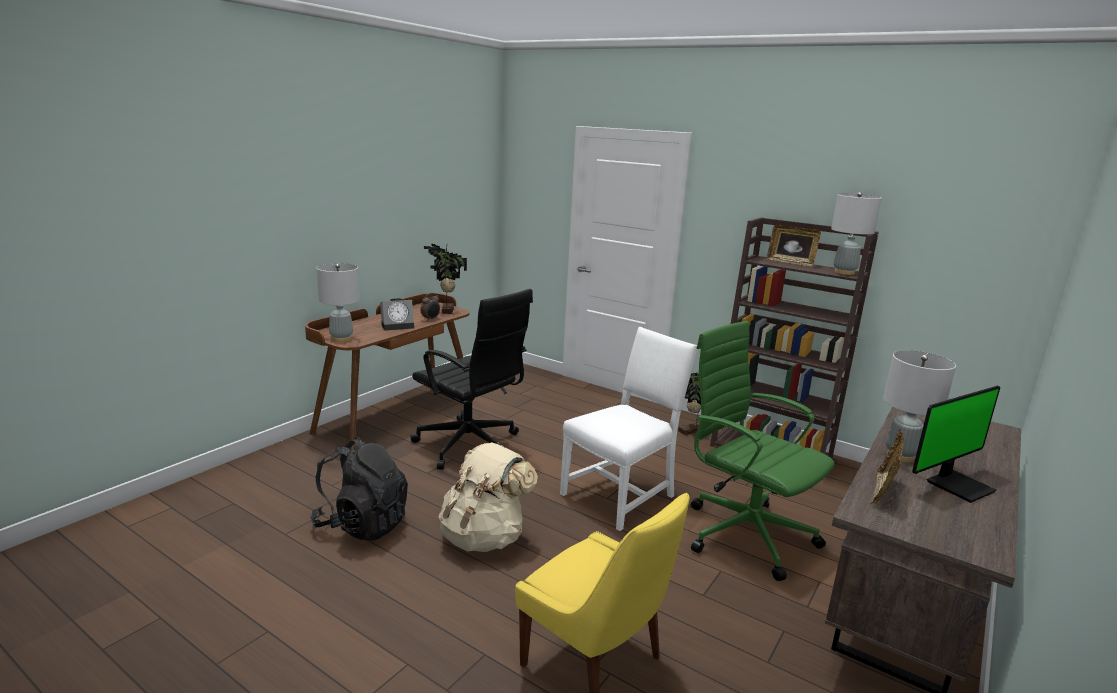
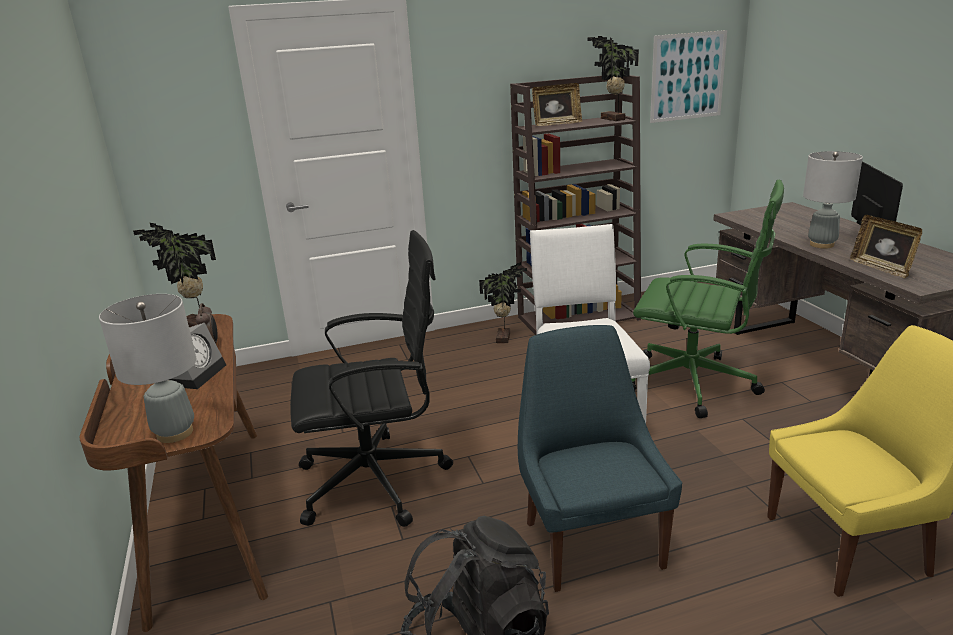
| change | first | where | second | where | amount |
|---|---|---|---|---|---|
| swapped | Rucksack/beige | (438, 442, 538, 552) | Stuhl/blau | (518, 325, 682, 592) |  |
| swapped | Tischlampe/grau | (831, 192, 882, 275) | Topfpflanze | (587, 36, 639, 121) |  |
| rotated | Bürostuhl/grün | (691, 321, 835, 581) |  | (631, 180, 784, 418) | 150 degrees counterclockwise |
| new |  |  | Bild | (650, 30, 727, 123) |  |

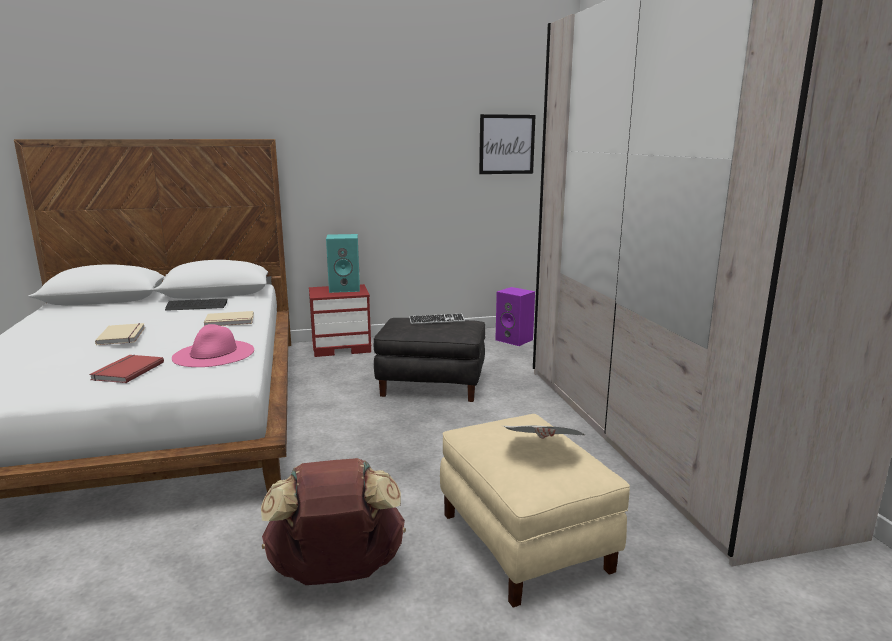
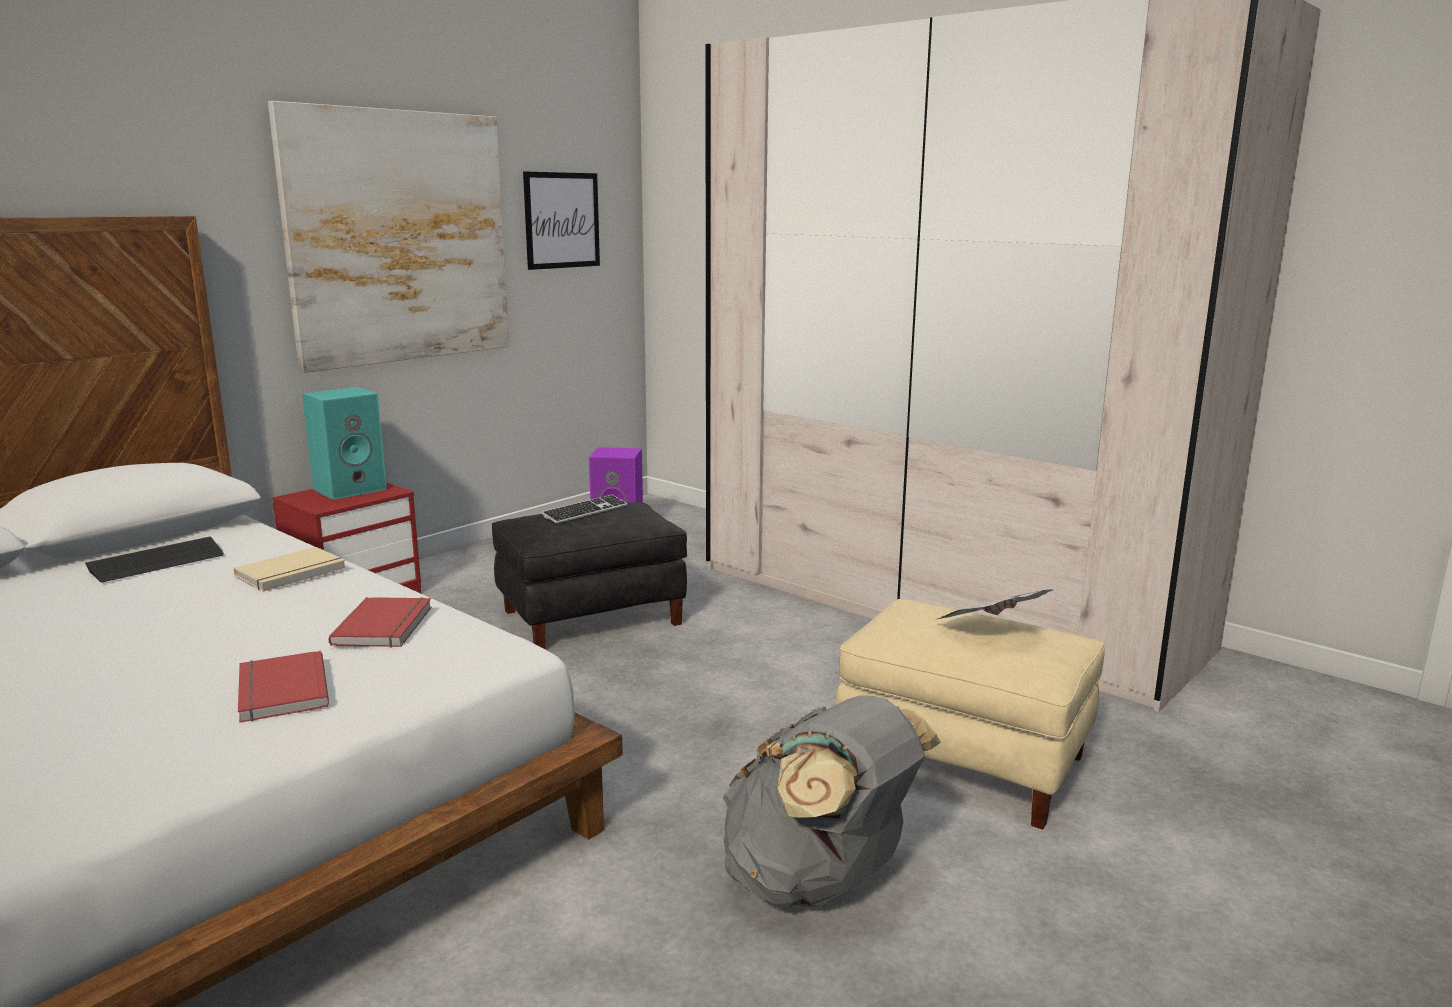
| change | first | where | second | where | amount |
|---|---|---|---|---|---|
| new |  |  | Bild | (268, 101, 509, 373) |  |
| swapped | Hut/rosa | (172, 324, 254, 367) | Buch/rot | (328, 597, 432, 647) |  |
| repainted | Rucksack/braun | (261, 458, 406, 585) | Rucksack/grau | (723, 695, 941, 907) |  |
| gone | Buch/beige | (95, 323, 145, 345) |  |  |  |

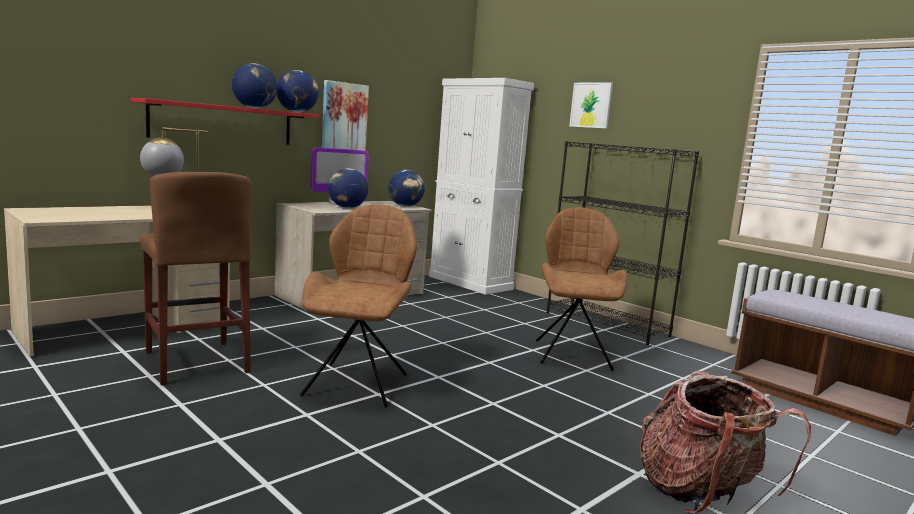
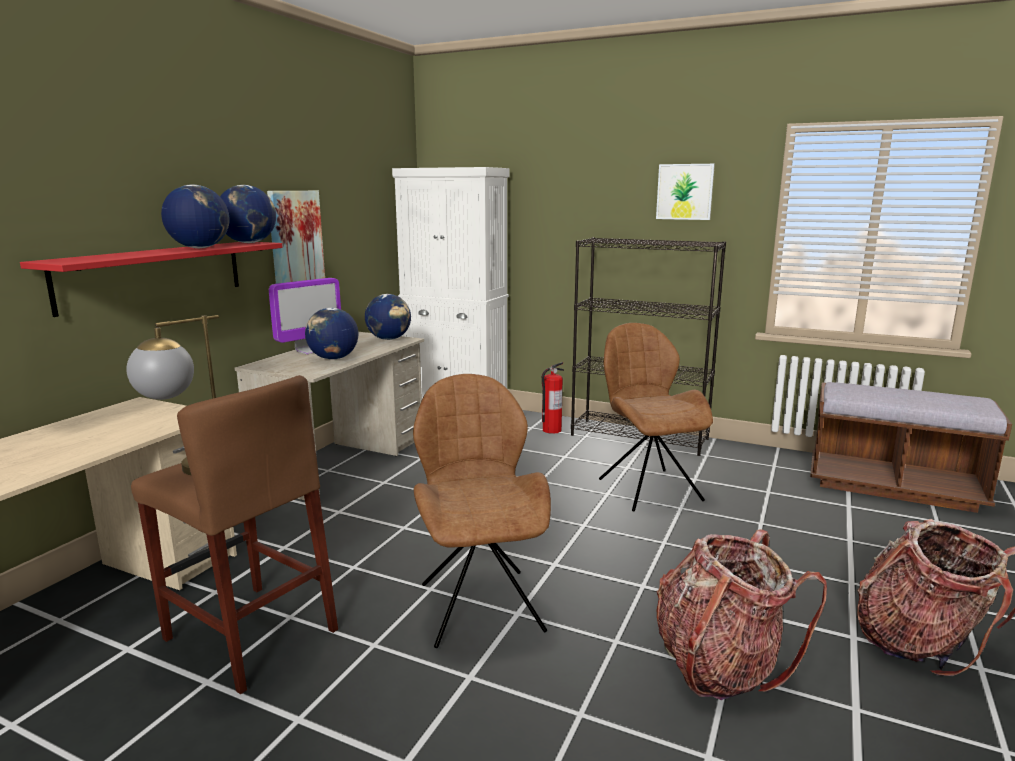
| change | first | where | second | where | amount |
|---|---|---|---|---|---|
| new |  |  | Feuerlöscher | (542, 362, 564, 434) |  |
| shifted | Bild | (569, 82, 613, 129) |  | (656, 164, 715, 220) |  |
| new |  |  | Rucksack | (656, 529, 827, 700) |  |

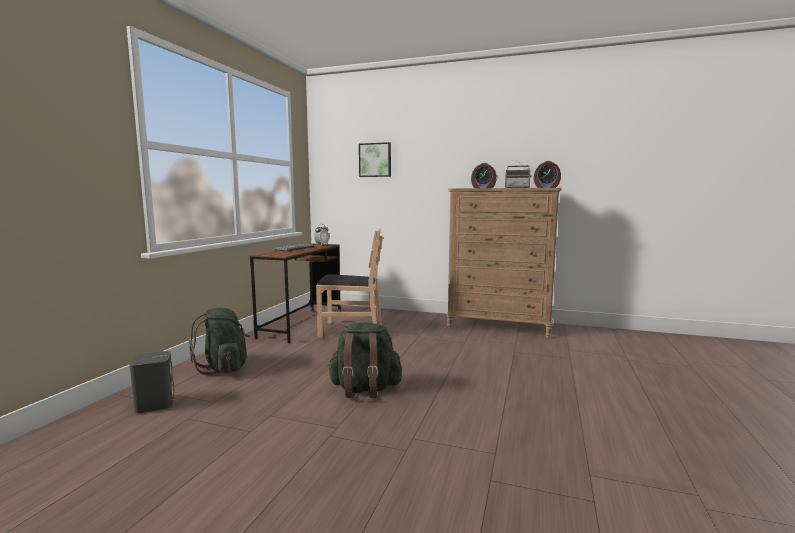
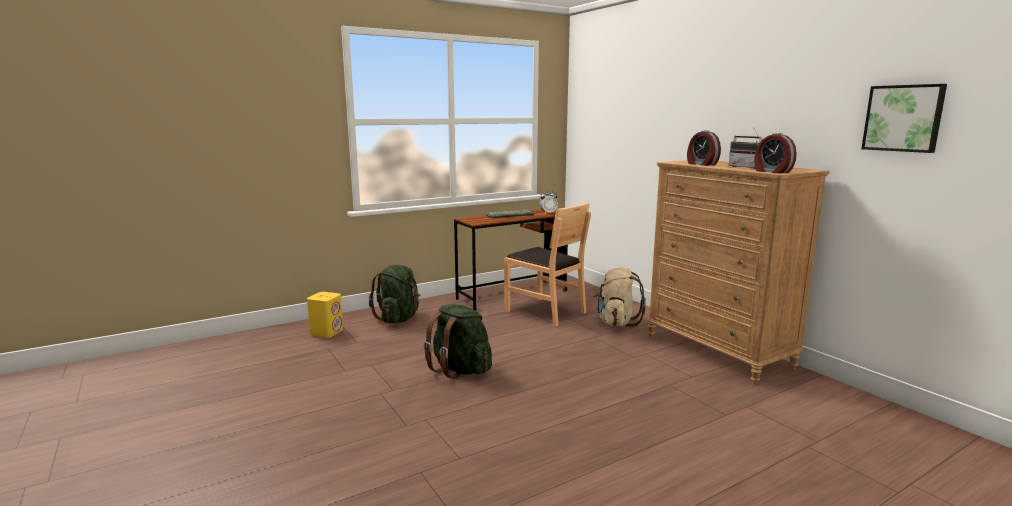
| change | first | where | second | where | amount |
|---|---|---|---|---|---|
| repainted | Lautsprecher/grau | (130, 351, 174, 413) | Lautsprecher/gelb | (307, 292, 343, 338) |  |
| new |  |  | Rucksack/beige | (593, 268, 646, 327) |  |
| shifted | Bild | (359, 142, 391, 177) |  | (861, 84, 947, 153) |  |

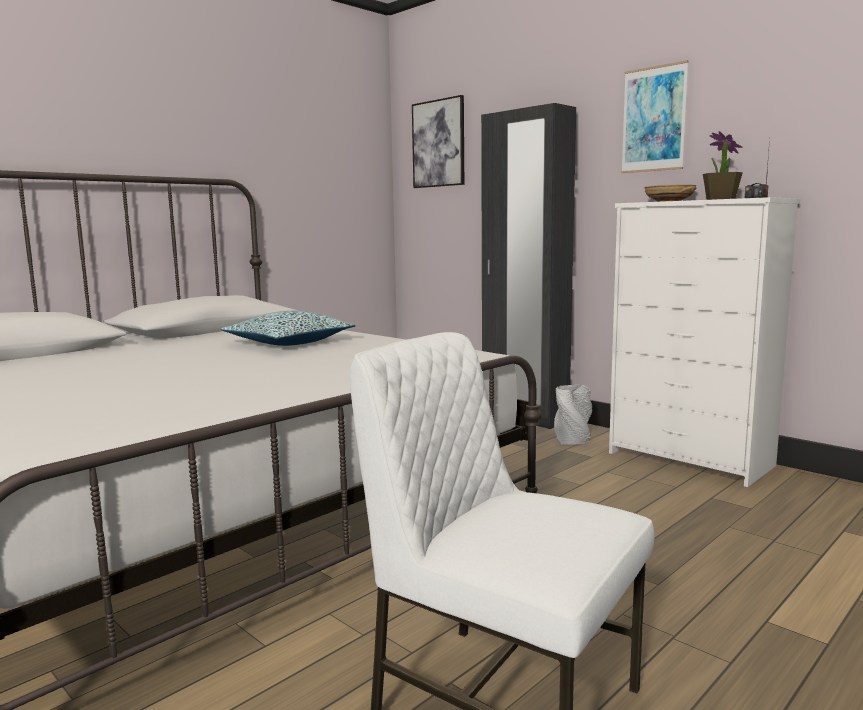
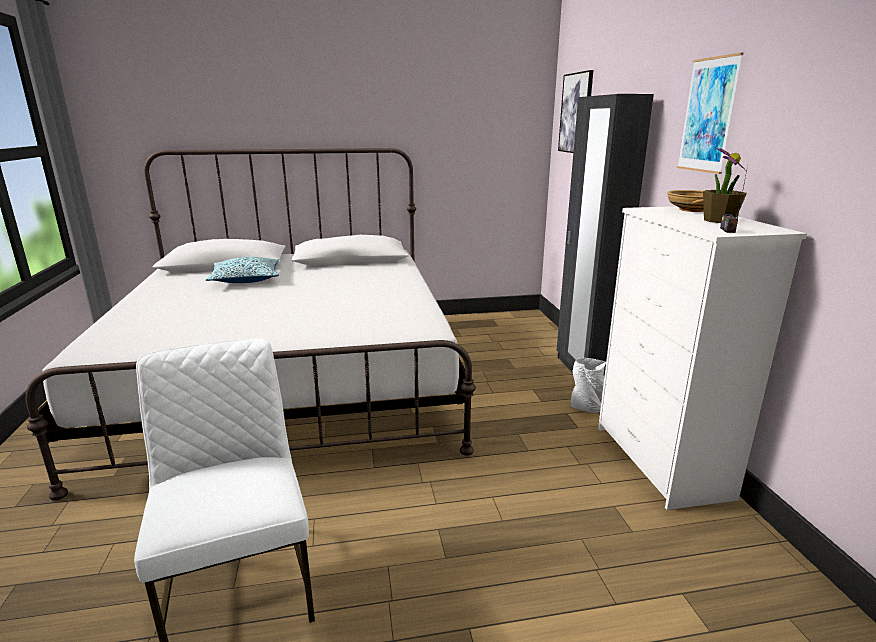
| change | first | where | second | where | amount |
|---|---|---|---|---|---|
| shifted | Kissen | (221, 311, 355, 346) |  | (205, 257, 280, 283) |  |

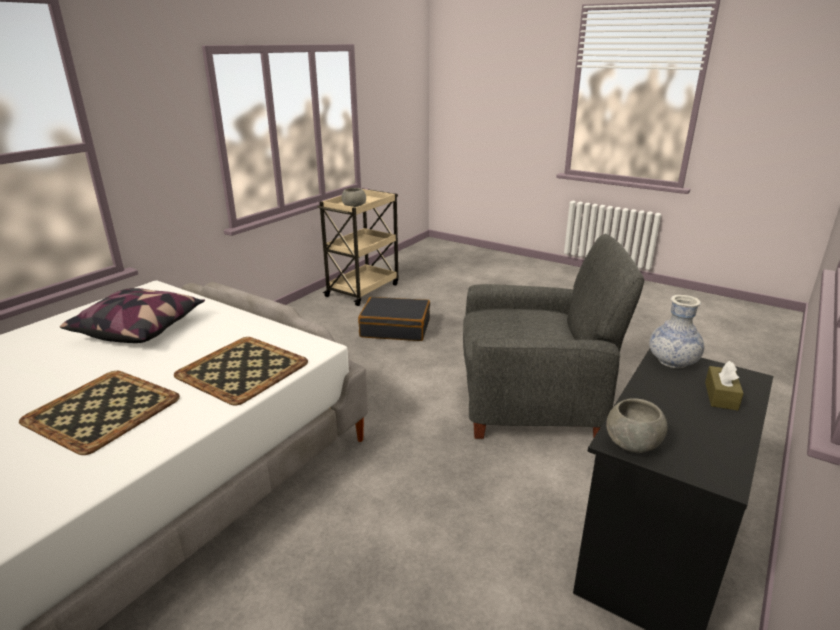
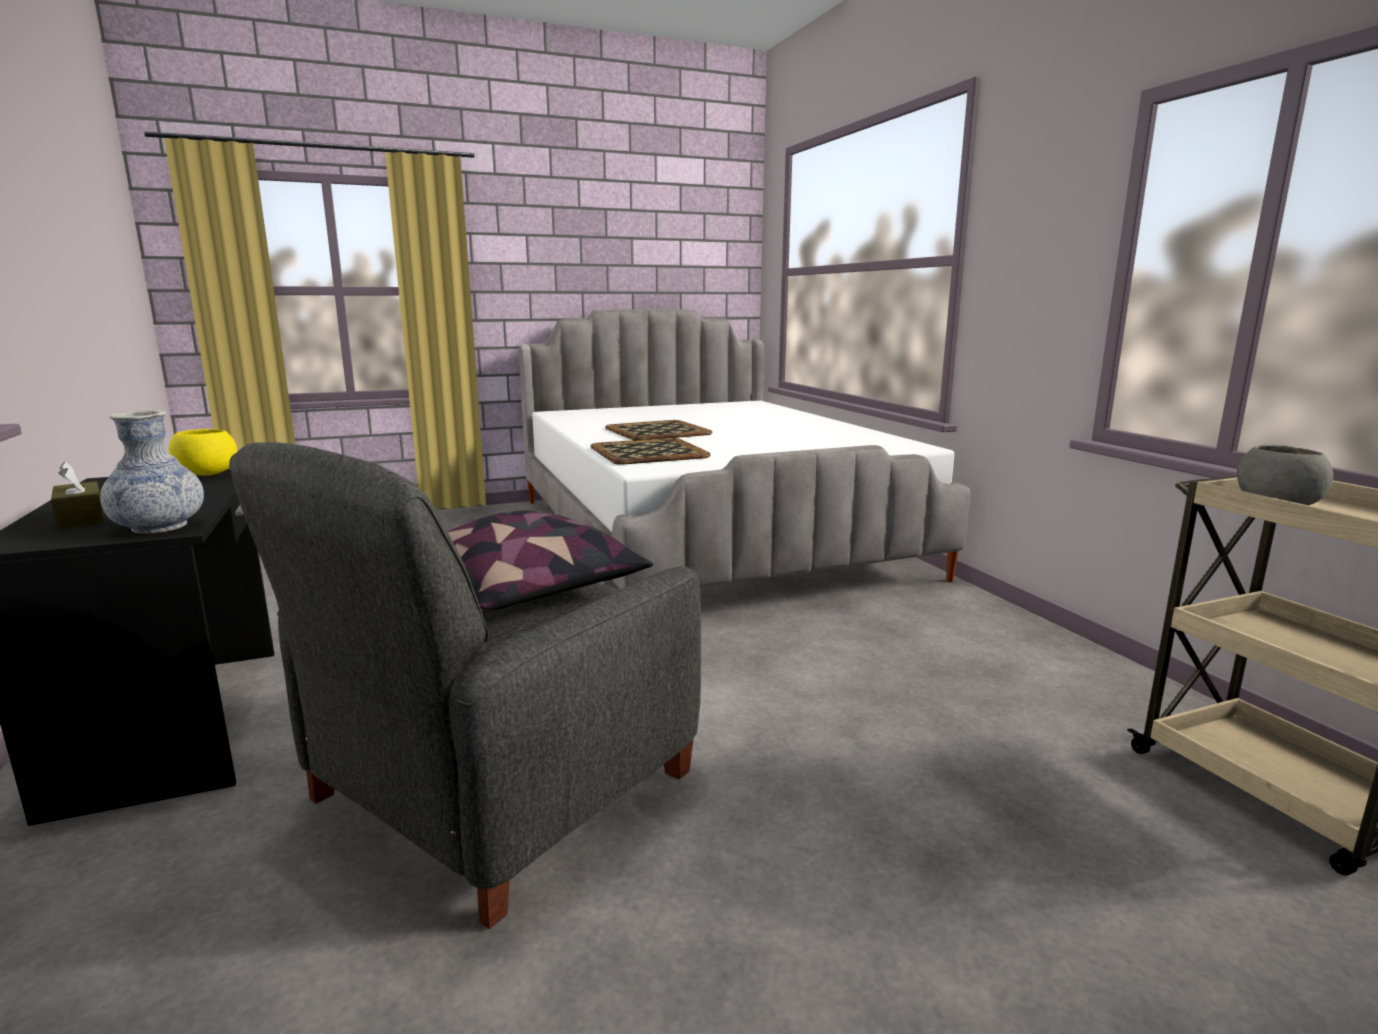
| change | first | where | second | where | amount |
|---|---|---|---|---|---|
| repainted | Schüssel/grau | (606, 398, 667, 453) | Schüssel/gelb | (169, 429, 238, 476) |  |
| shifted | Kissen | (60, 288, 205, 343) |  | (447, 510, 654, 610) |  |
| gone | Koffer/schwarz | (358, 297, 430, 341) |  |  |  |

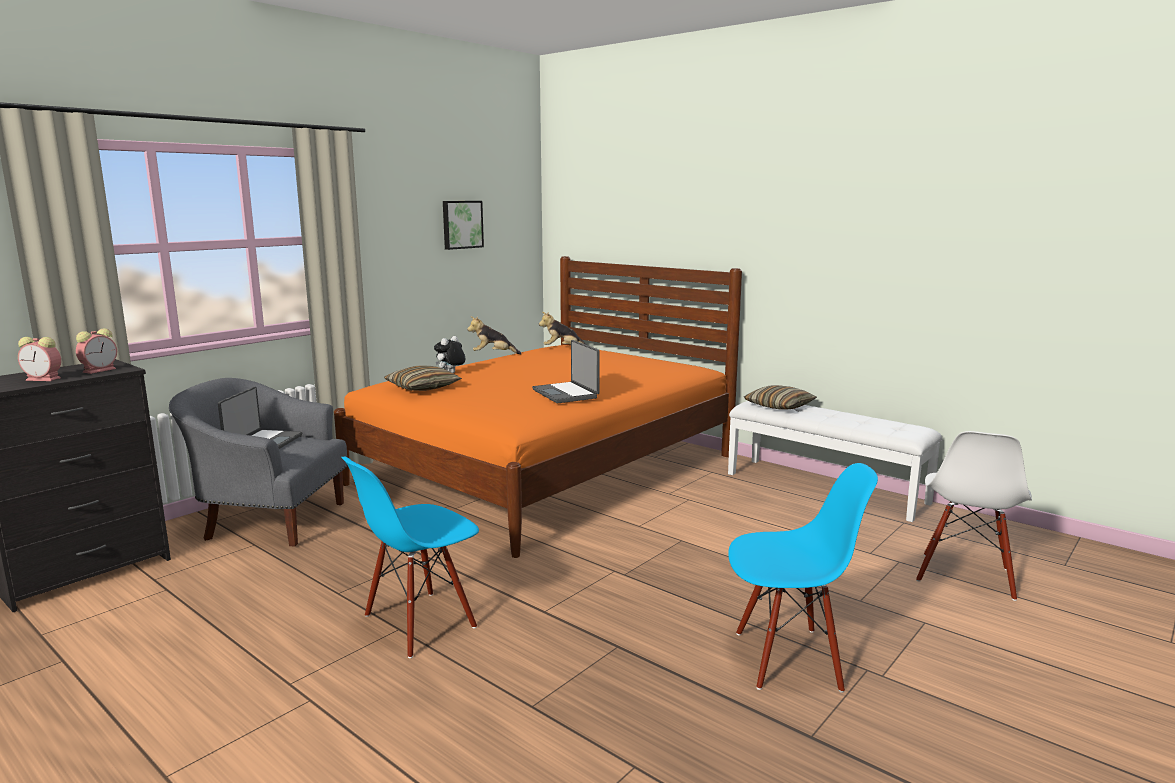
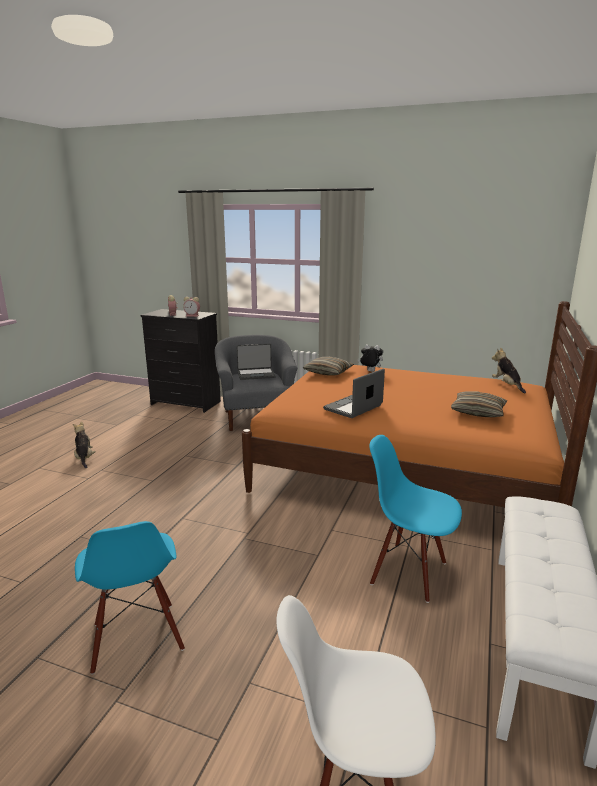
| change | first | where | second | where | amount |
|---|---|---|---|---|---|
| shifted | Plüschtier | (467, 316, 522, 354) |  | (73, 421, 96, 468) |  |
| shifted | Stuhl/blau | (341, 457, 479, 658) |  | (369, 435, 462, 603) |  |
| shifted | Kissen | (744, 385, 817, 410) |  | (451, 391, 507, 417) |  |
| gone | Bild | (443, 201, 484, 250) |  |  |  |

